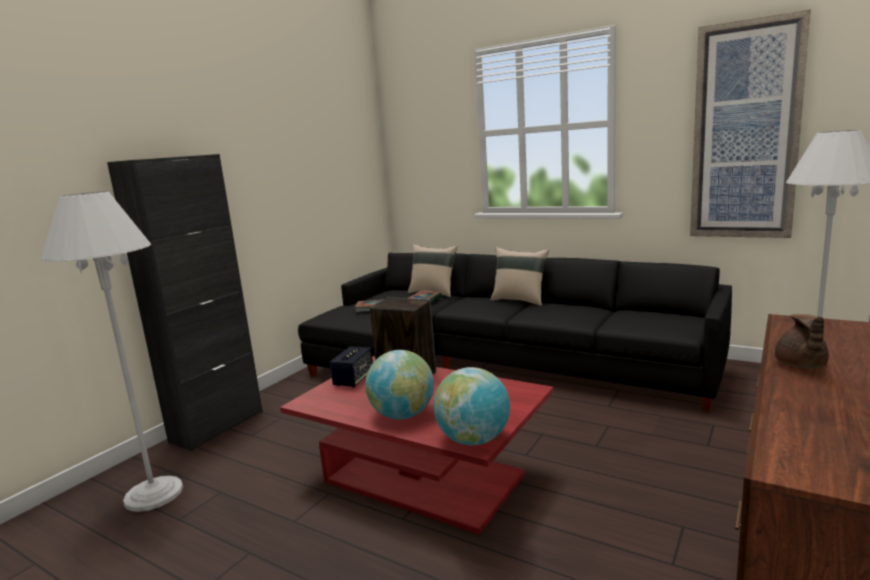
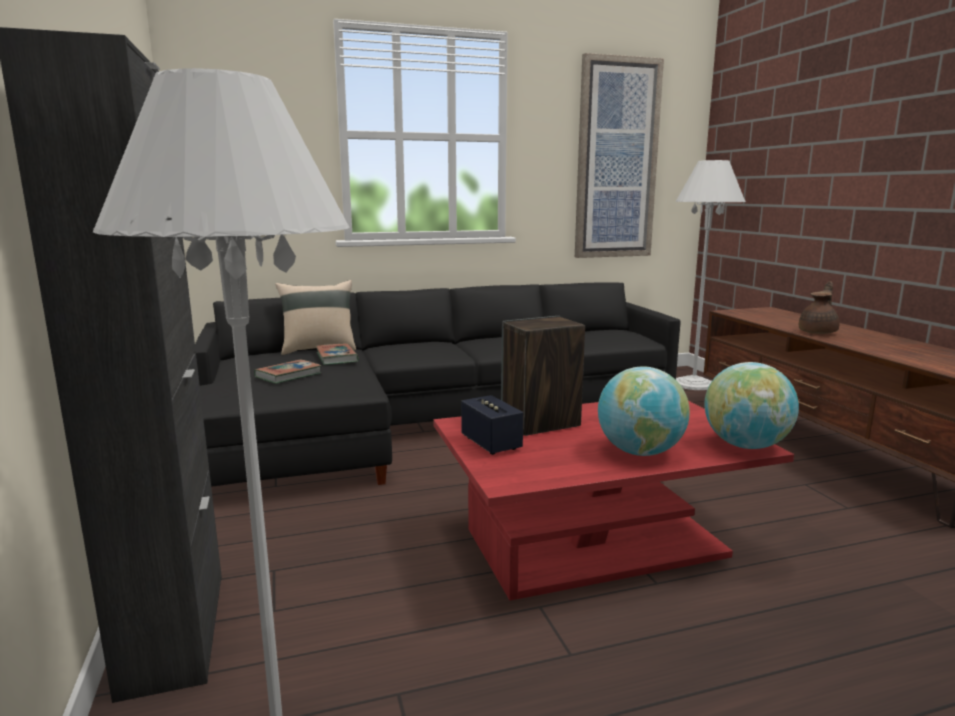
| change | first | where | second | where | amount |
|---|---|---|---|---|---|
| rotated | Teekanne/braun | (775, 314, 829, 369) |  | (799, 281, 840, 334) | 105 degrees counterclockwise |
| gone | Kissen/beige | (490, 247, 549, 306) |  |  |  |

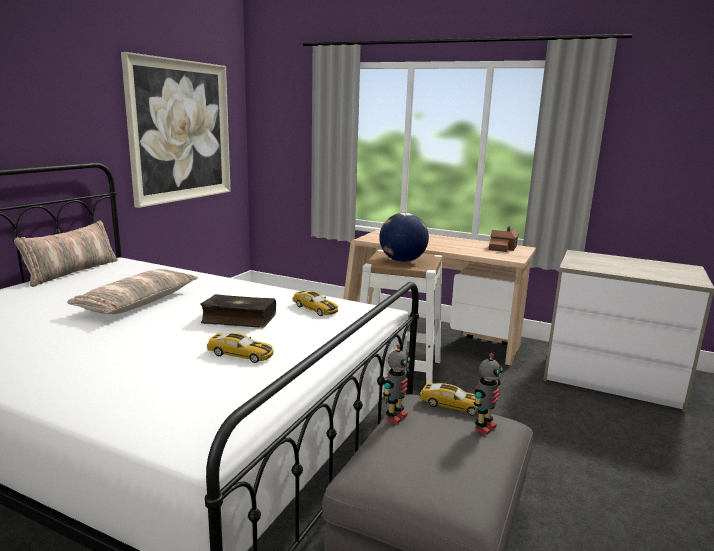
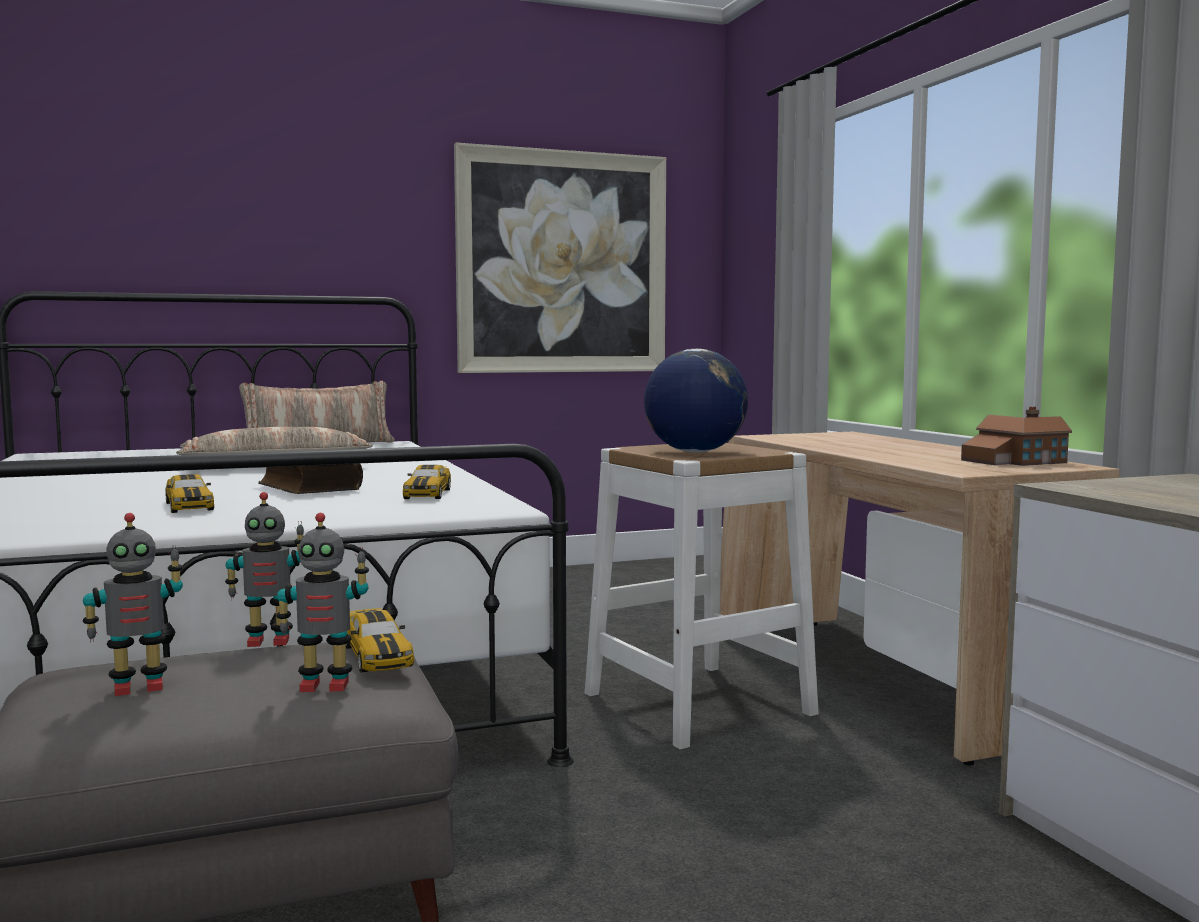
| change | first | where | second | where | amount |
|---|---|---|---|---|---|
| new |  |  | Spielzeugroboter | (83, 513, 183, 696) |  |

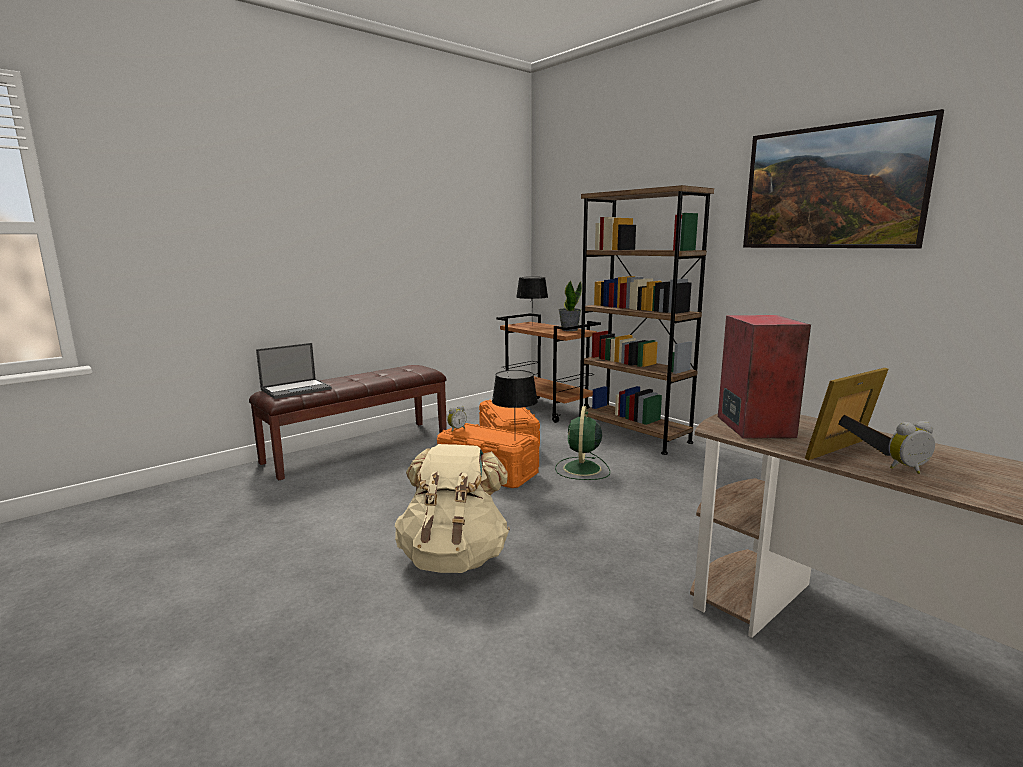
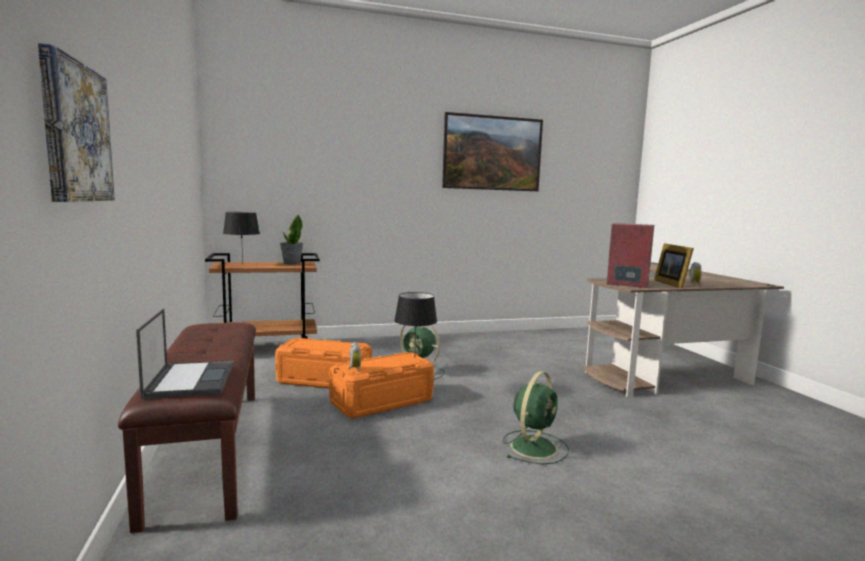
| change | first | where | second | where | amount |
|---|---|---|---|---|---|
| new |  |  | Bild | (38, 43, 115, 202) |  |
| swapped | Rucksack/beige | (395, 444, 510, 573) | Ventilator/grün | (503, 371, 569, 465) |  |
| gone | Bücherregal/braun | (579, 185, 714, 455) |  |  |  |

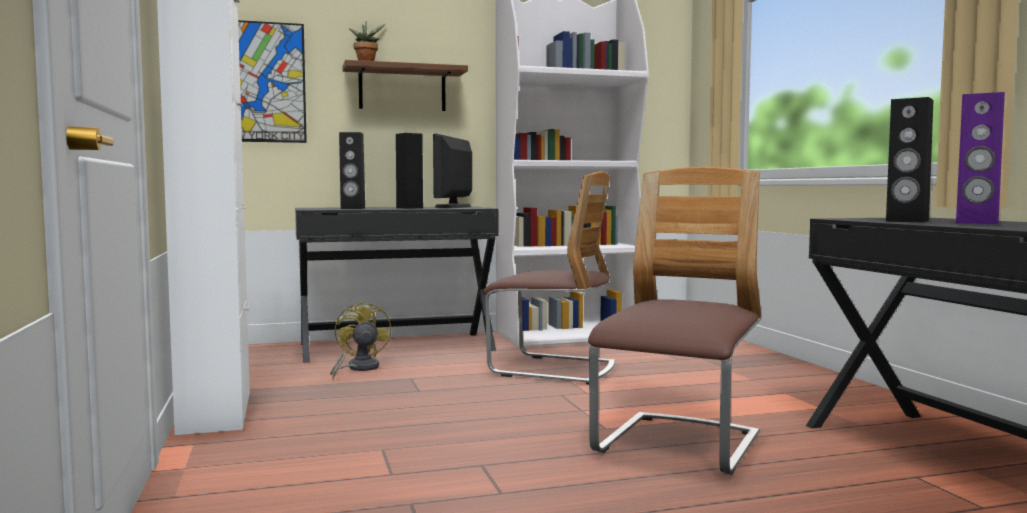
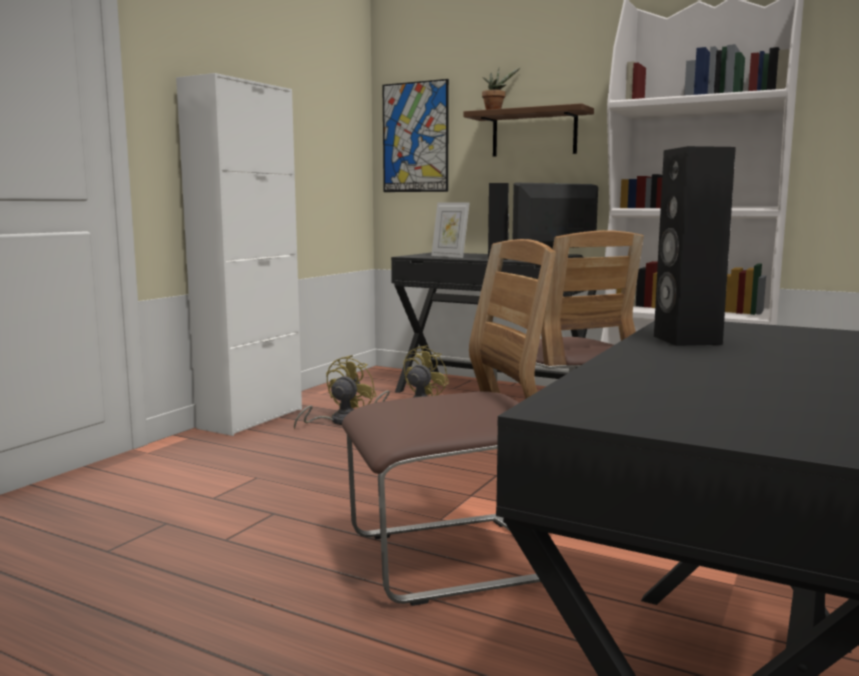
| change | first | where | second | where | amount |
|---|---|---|---|---|---|
| new |  |  | Ventilator/gelb | (294, 355, 376, 429) |  |
| swapped | Lautsprecher/schwarz | (339, 132, 365, 209) | Bilderrahmen | (431, 202, 470, 258) |  |
| gone | Lautsprecher/lila | (956, 92, 1005, 224) |  |  |  |

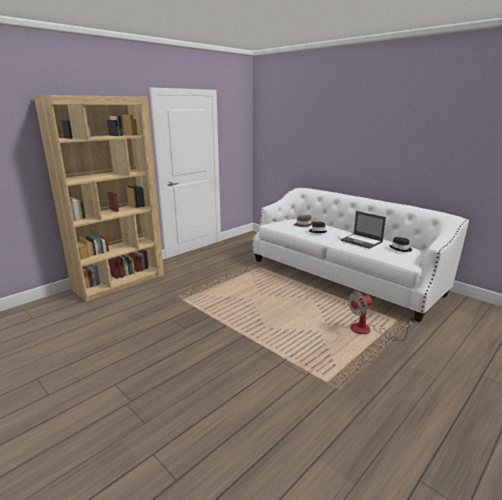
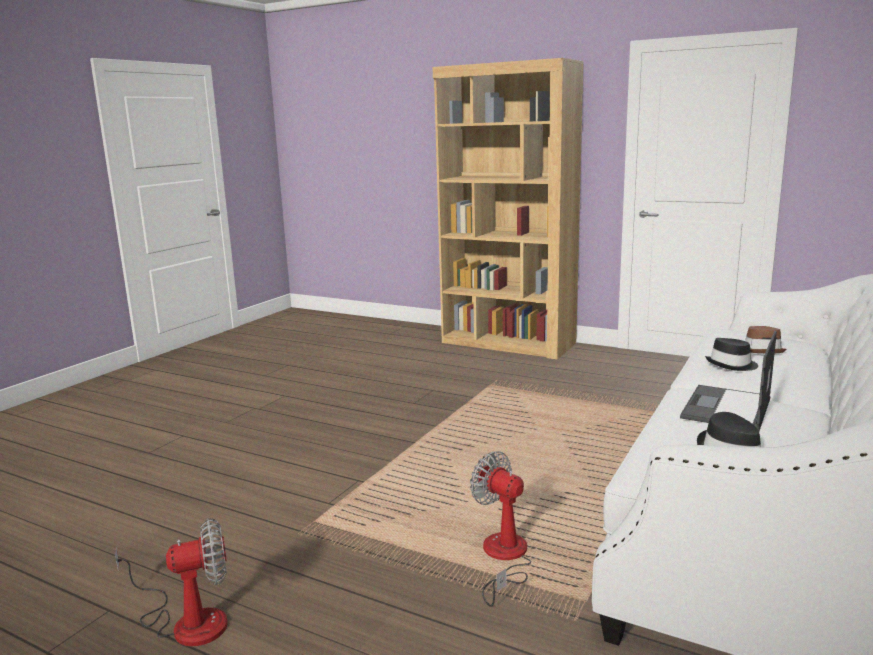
| change | first | where | second | where | amount |
|---|---|---|---|---|---|
| new |  |  | Ventilator | (115, 518, 228, 647) |  |

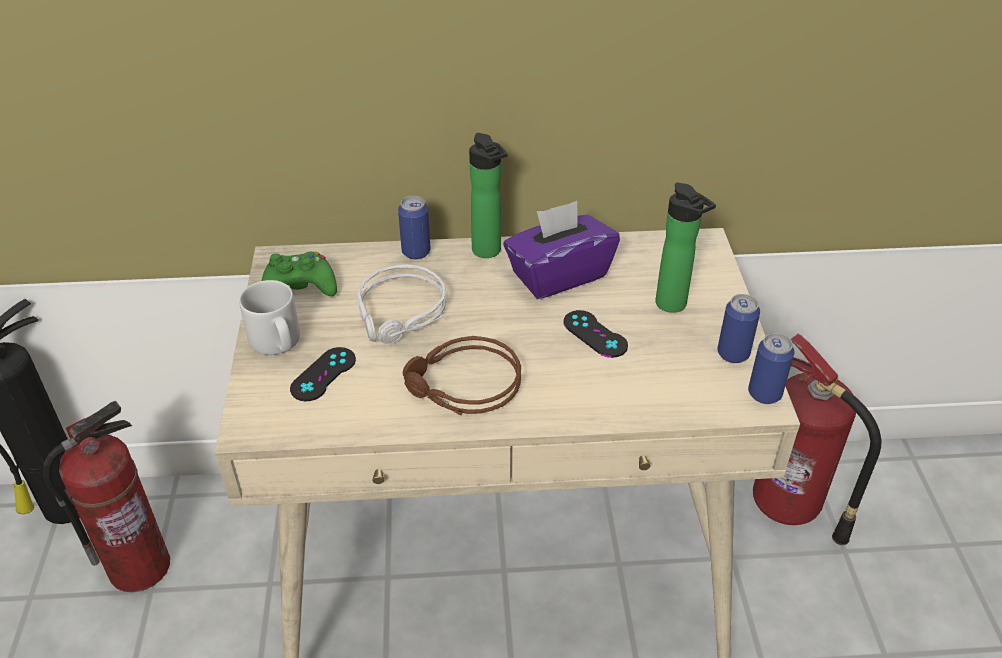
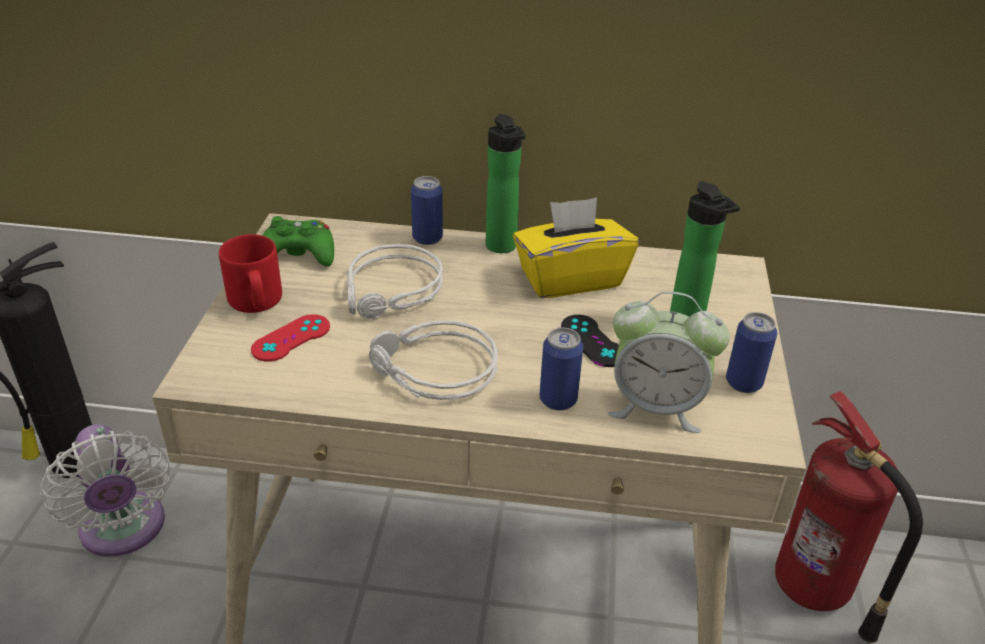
| change | first | where | second | where | amount |
|---|---|---|---|---|---|
| swapped | Feuerlöscher | (43, 401, 170, 592) | Ventilator/weiß | (40, 424, 170, 557) |  |
| repainted | Henkelbecher/grau | (239, 280, 300, 355) | Henkelbecher/rot | (219, 234, 282, 313) |  |
| repainted | Gamepad/schwarz | (290, 347, 356, 401) | Gamepad/rot | (251, 314, 330, 362) |  |
| repainted | Kopfhörer/braun | (403, 336, 521, 415) | Kopfhörer/grau | (369, 320, 498, 400) |  |
| repainted | Taschentuchbox/lila | (504, 201, 620, 299) | Taschentuchbox/gelb | (513, 198, 638, 298) |  |
| shifted | Dose | (748, 333, 795, 404) |  | (539, 328, 583, 411) |  |
| new |  |  | Wecker | (607, 291, 730, 433) |  |

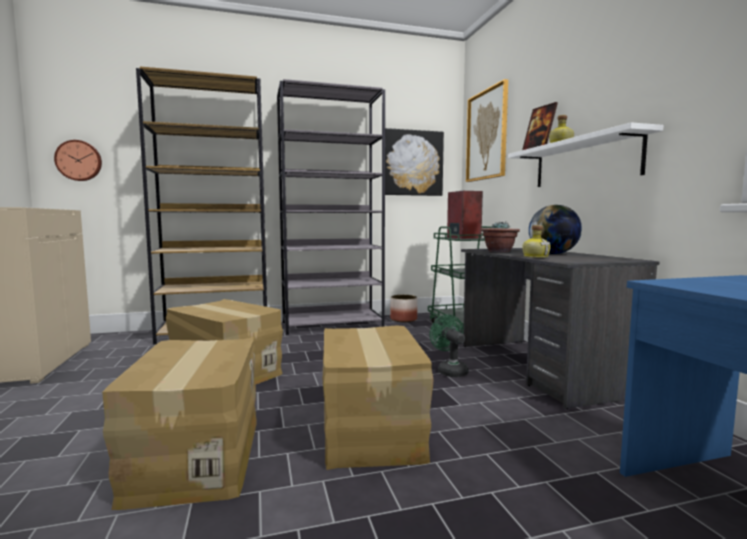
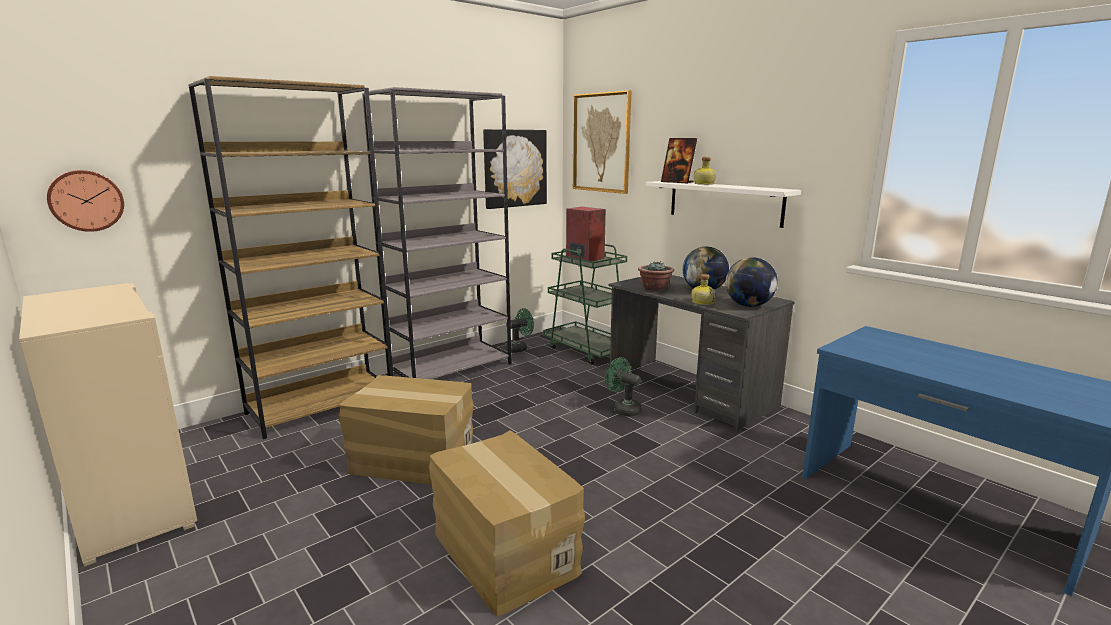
| change | first | where | second | where | amount |
|---|---|---|---|---|---|
| swapped | Pflanzkübel | (390, 295, 417, 322) | Ventilator/grün | (505, 308, 534, 353) |  |
| new |  |  | Globus | (726, 257, 778, 307) |  |
| gone | Karton | (323, 326, 433, 470) |  |  |  |

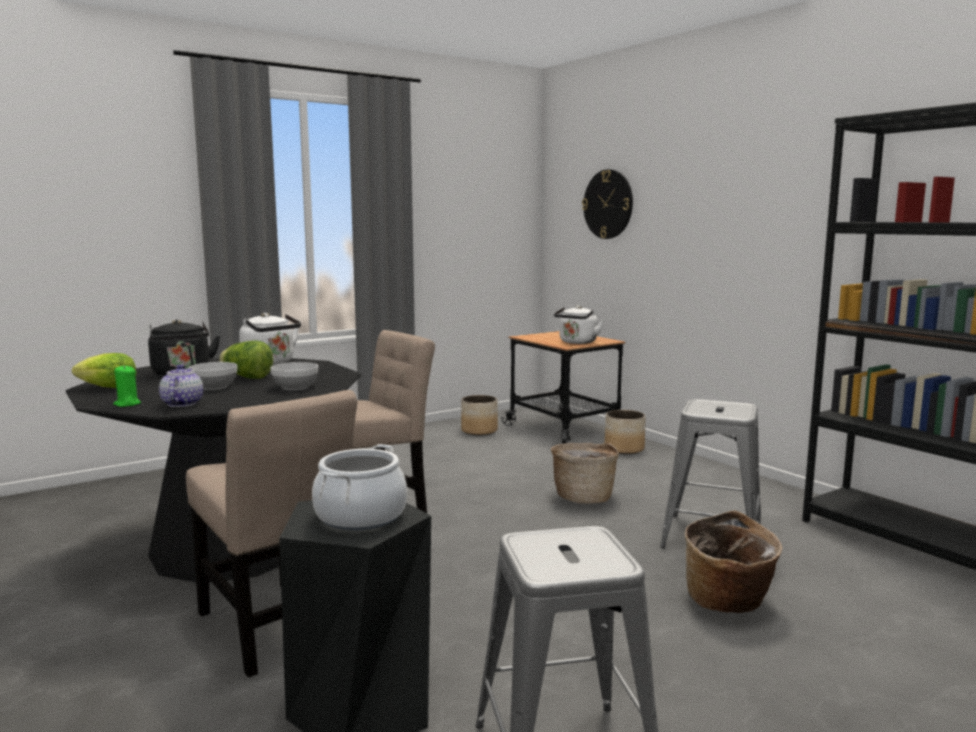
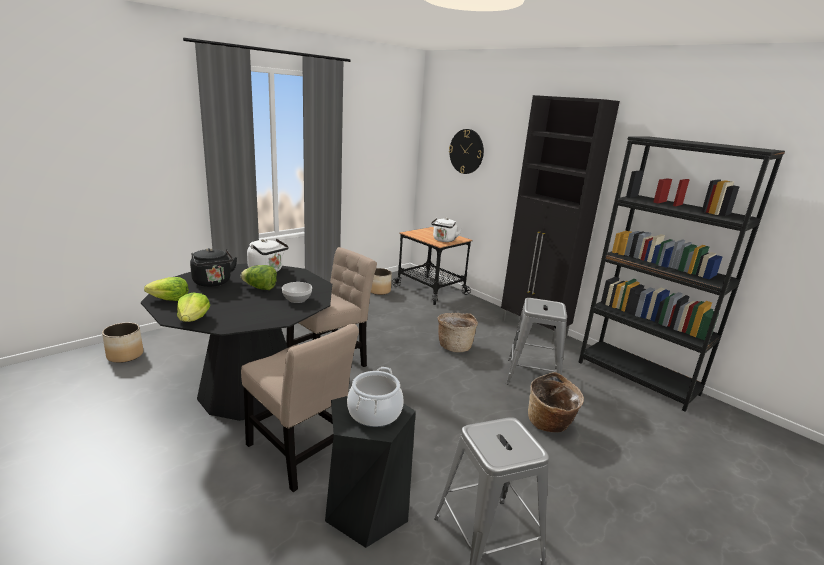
| change | first | where | second | where | amount |
|---|---|---|---|---|---|
| shifted | Pflanzkübel | (605, 410, 646, 454) |  | (102, 322, 143, 363) |  |
| swapped | Kerze/grün | (113, 365, 141, 407) | Salatkopf | (177, 293, 210, 322) |  |
| new |  |  | Schrank/schwarz | (501, 95, 620, 344) |  |
| gone | Teekanne | (159, 364, 203, 407) |  |  |  |
| gone | Schüssel | (188, 362, 237, 390) |  |  |  |

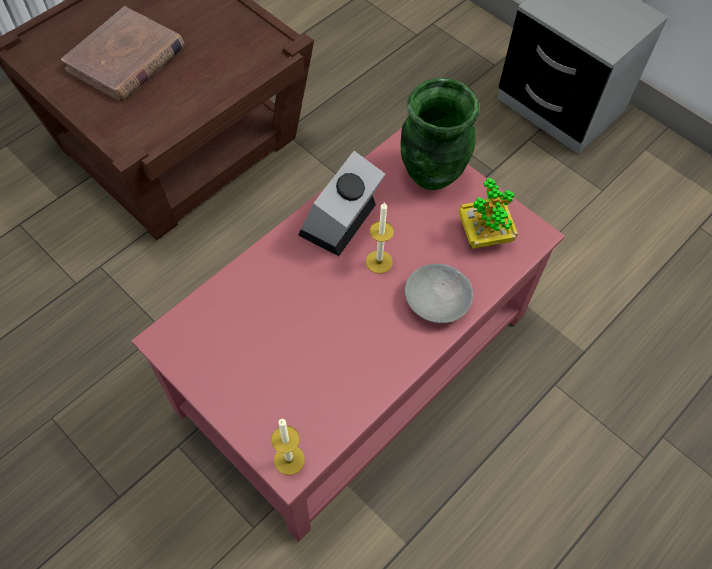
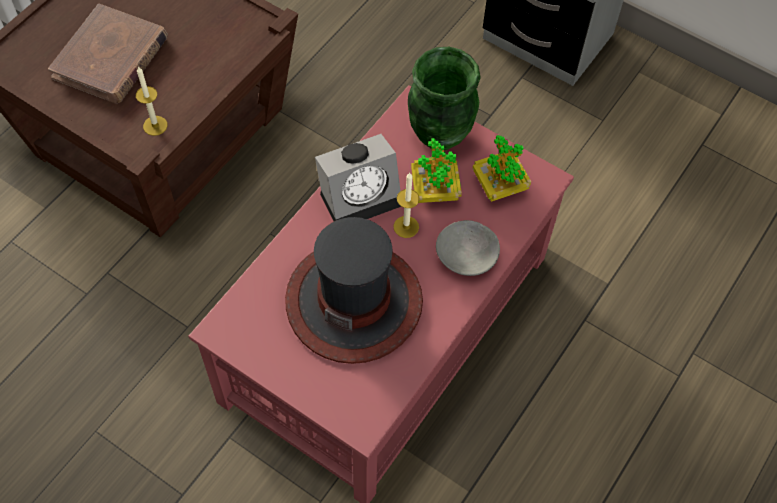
| change | first | where | second | where | amount |
|---|---|---|---|---|---|
| shifted | Kerze | (271, 419, 305, 475) |  | (136, 66, 168, 136) |  |
| new |  |  | Hut | (285, 217, 423, 364) |  |
| rotated | Wecker | (298, 151, 385, 256) |  | (315, 134, 401, 221) | 135 degrees counterclockwise |
| new |  |  | Topfpflanze | (411, 138, 462, 203) |  |

